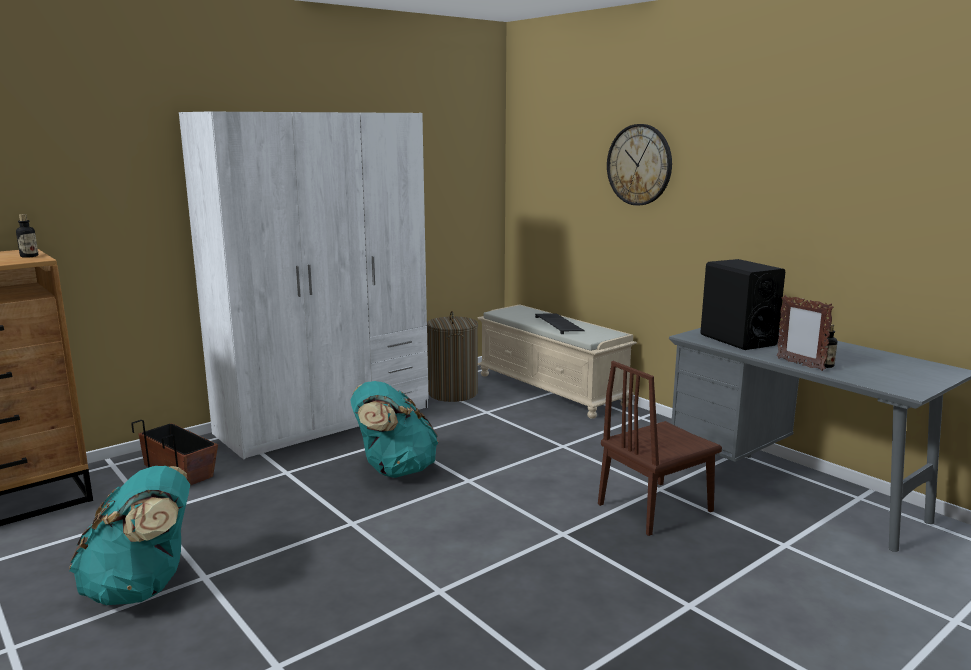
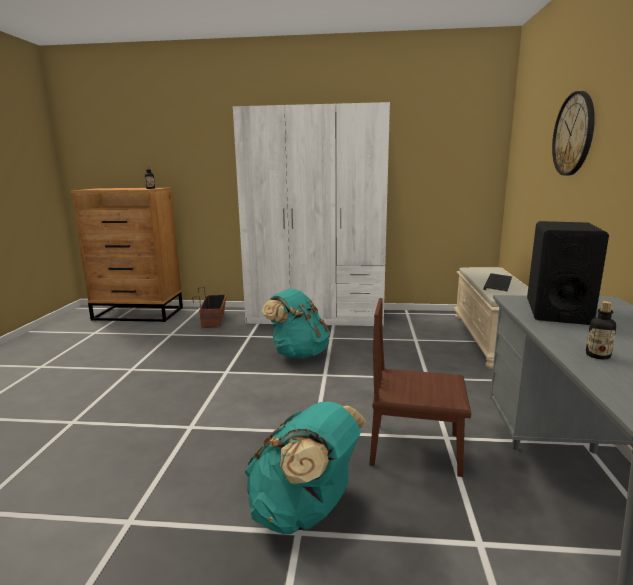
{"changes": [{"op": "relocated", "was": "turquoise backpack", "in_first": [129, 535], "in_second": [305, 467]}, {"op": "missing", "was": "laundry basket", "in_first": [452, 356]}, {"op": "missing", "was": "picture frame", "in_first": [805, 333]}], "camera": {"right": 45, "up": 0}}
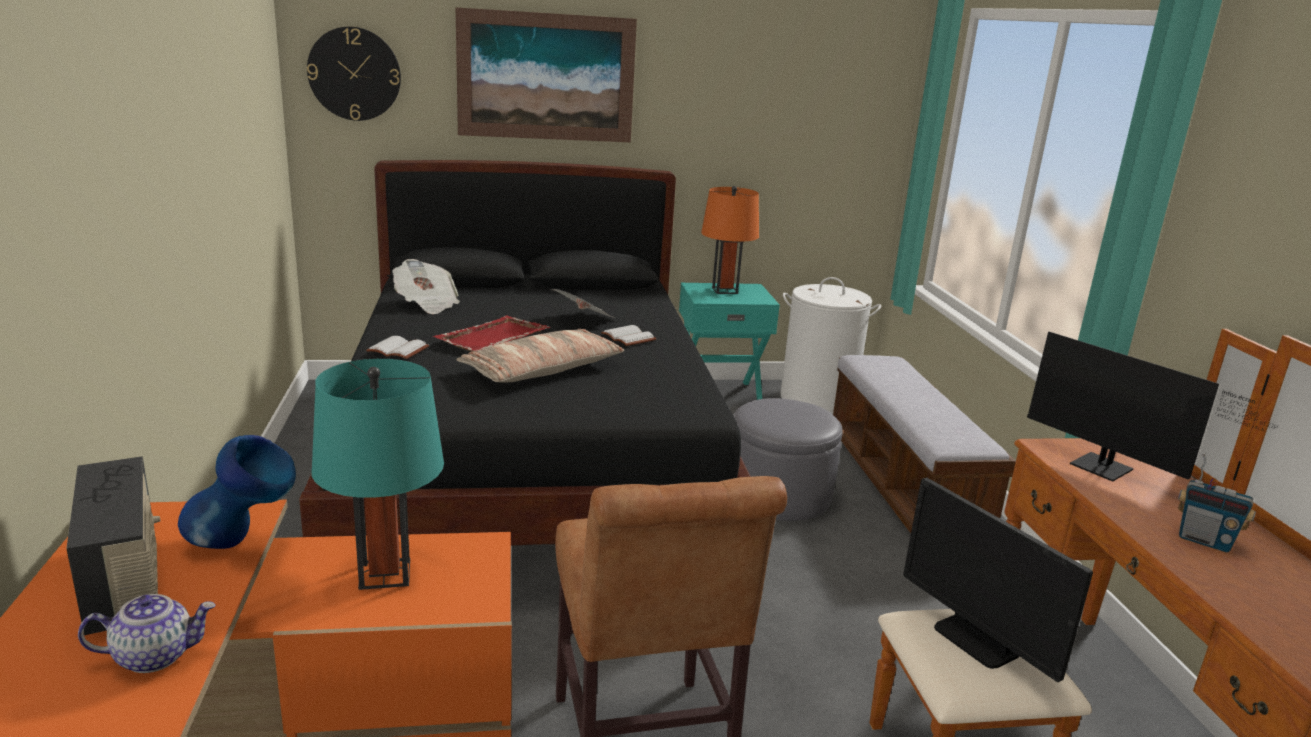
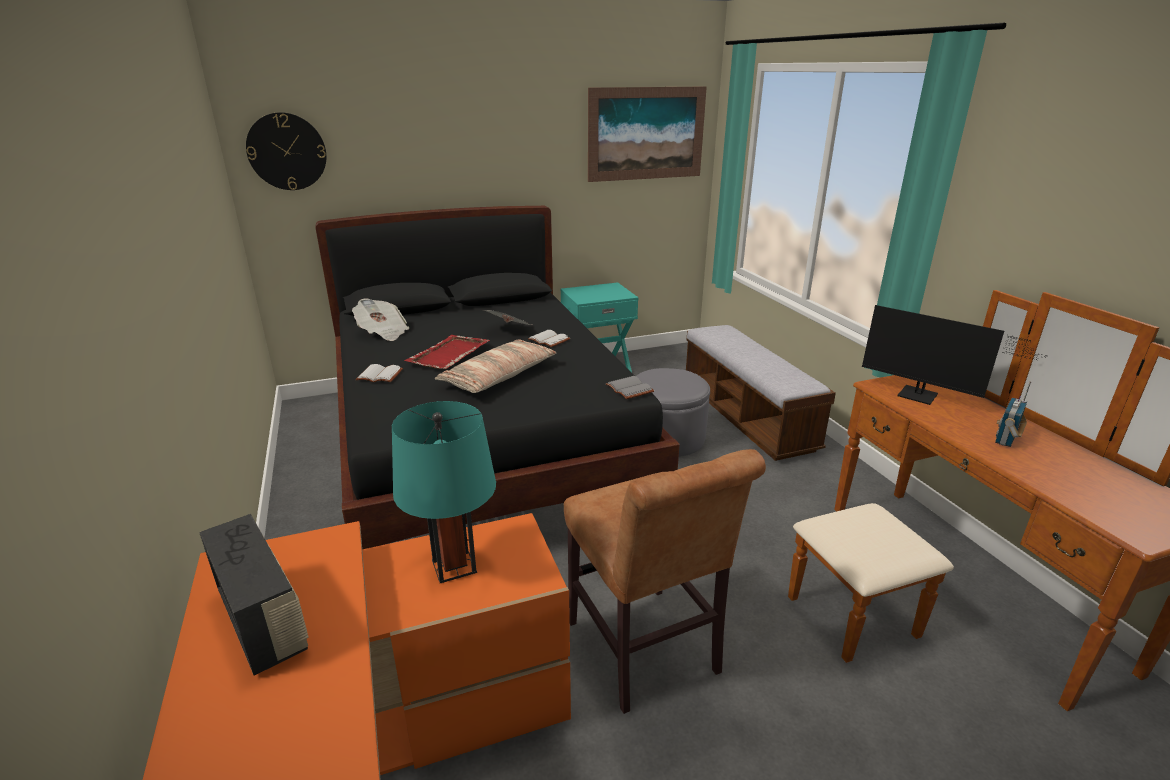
{"changes": [{"op": "missing", "was": "teapot", "in_first": [147, 633]}, {"op": "missing", "was": "blue vase", "in_first": [237, 492]}, {"op": "relocated", "was": "picture", "in_first": [546, 74], "in_second": [647, 134]}, {"op": "missing", "was": "orange table lamp", "in_first": [730, 240]}, {"op": "missing", "was": "white laundry basket", "in_first": [831, 345]}, {"op": "missing", "was": "monitor", "in_first": [998, 580]}, {"op": "spun", "was": "radio", "in_first": [1217, 503], "in_second": [1013, 414], "clockwise": 105}, {"op": "appeared", "now": "grey book", "in_second": [630, 387]}], "camera": {"right": -10, "up": 5}}
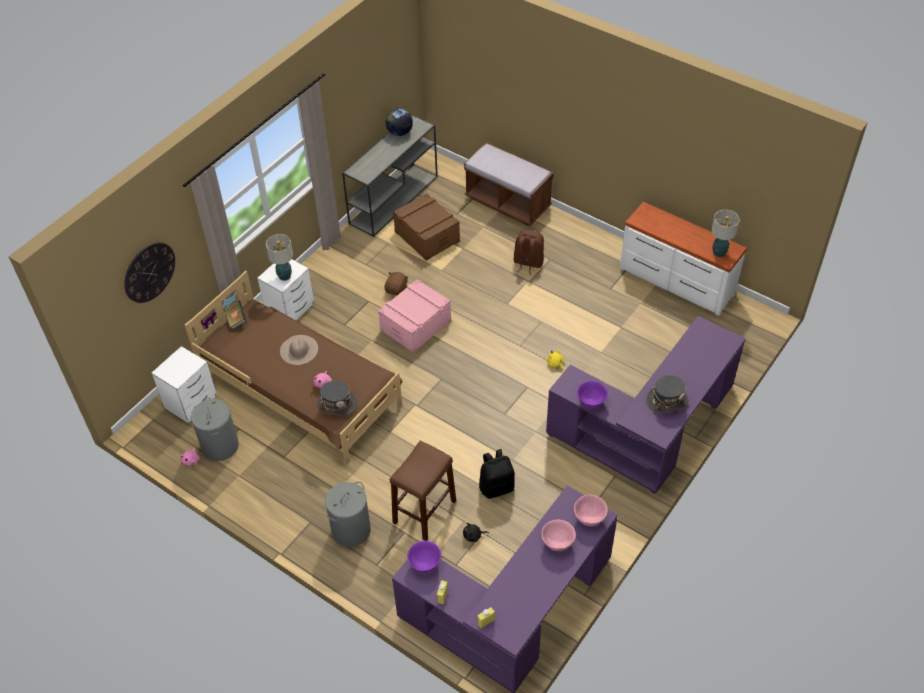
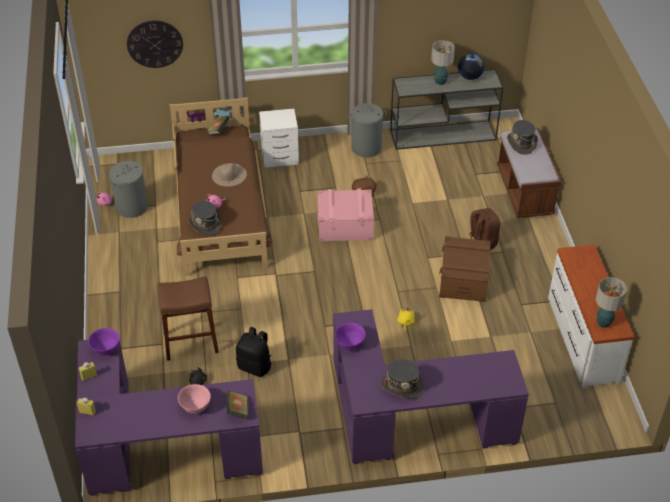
{"changes": [{"op": "missing", "was": "white nightstand", "in_first": [184, 384]}, {"op": "relocated", "was": "table lamp", "in_first": [279, 257], "in_second": [443, 62]}, {"op": "relocated", "was": "grey laundry basket", "in_first": [348, 514], "in_second": [367, 130]}, {"op": "relocated", "was": "brown storage box", "in_first": [426, 227], "in_second": [464, 269]}, {"op": "exchanged", "was": "pink bowl", "now": "book", "in_first": [590, 510], "in_second": [237, 405]}, {"op": "appeared", "now": "grey hat", "in_second": [522, 137]}], "camera": {"right": 45, "up": -5}}
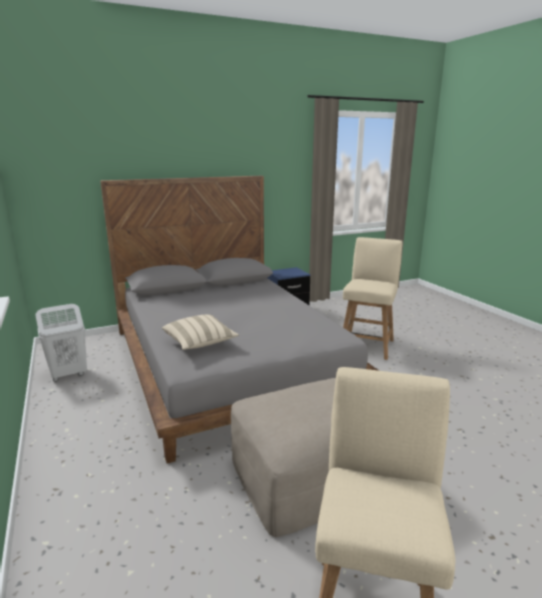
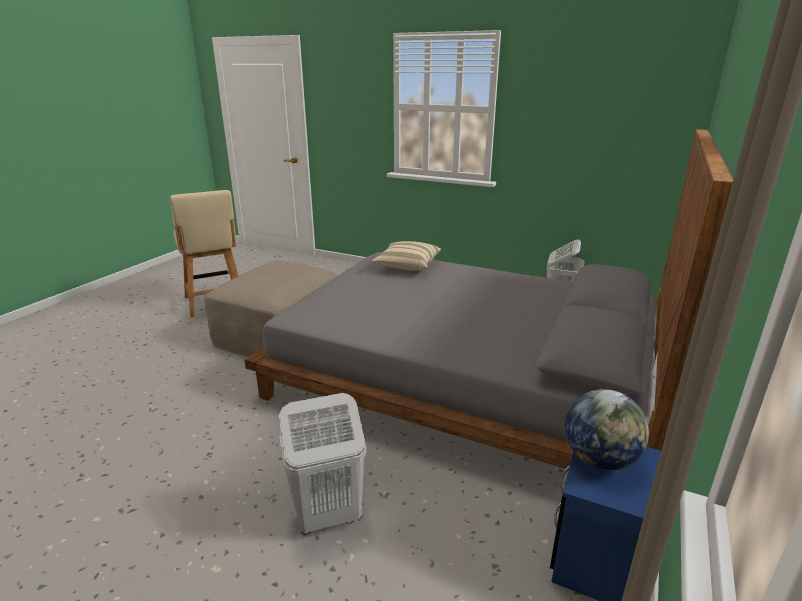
{"changes": [{"op": "exchanged", "was": "beige chair", "now": "white laundry basket", "in_first": [373, 298], "in_second": [322, 464]}, {"op": "appeared", "now": "globe", "in_second": [607, 429]}], "camera": {"right": 140, "up": 5}}
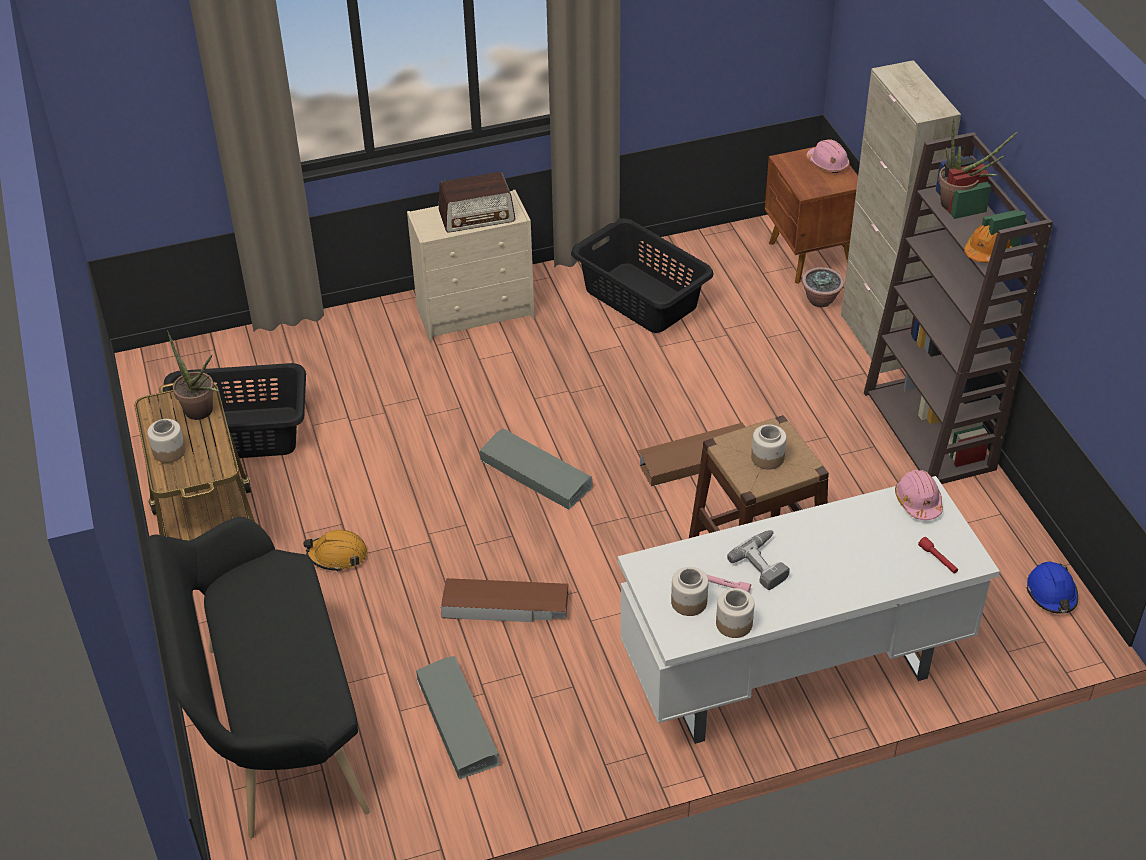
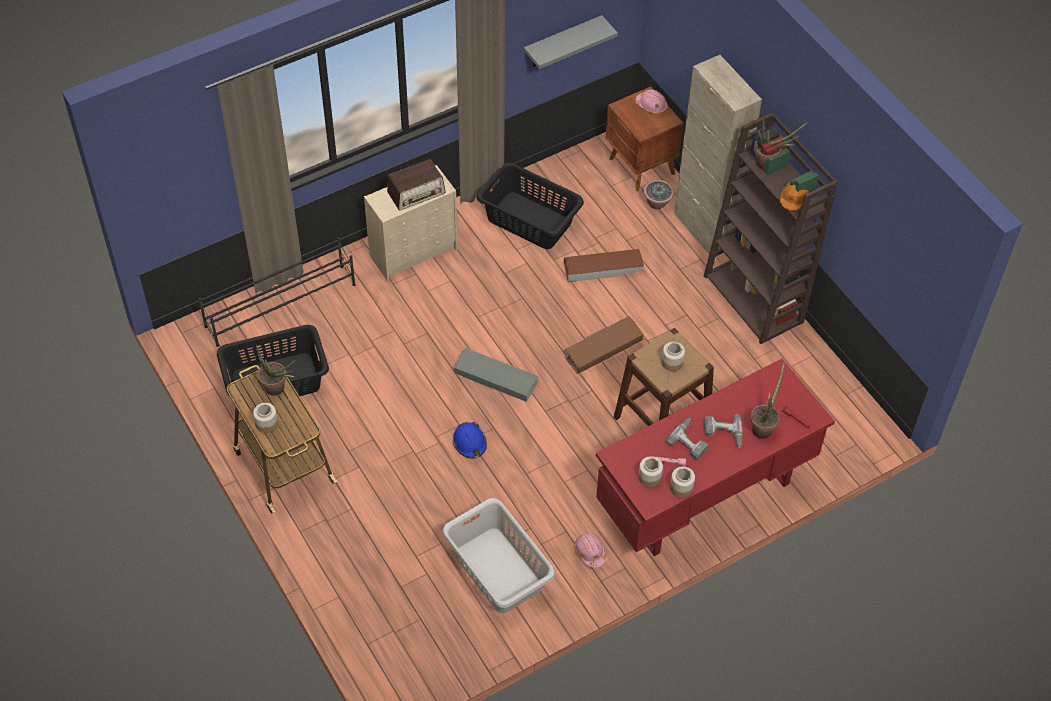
{"changes": [{"op": "missing", "was": "black bench", "in_first": [258, 677]}, {"op": "missing", "was": "orange hard hat", "in_first": [335, 551]}, {"op": "exchanged", "was": "grey storage box", "now": "grey laundry basket", "in_first": [458, 717], "in_second": [498, 555]}, {"op": "relocated", "was": "brown storage box", "in_first": [504, 600], "in_second": [604, 265]}, {"op": "colour", "was": "white desk", "now": "red desk", "in_first": [809, 610], "in_second": [715, 457]}, {"op": "relocated", "was": "pink hard hat", "in_first": [919, 495], "in_second": [590, 550]}, {"op": "relocated", "was": "blue hard hat", "in_first": [1052, 588], "in_second": [470, 440]}, {"op": "appeared", "now": "black shoe rack", "in_second": [277, 292]}, {"op": "appeared", "now": "grey shelf", "in_second": [571, 42]}, {"op": "appeared", "now": "power drill", "in_second": [723, 431]}, {"op": "appeared", "now": "potted plant", "in_second": [767, 400]}], "camera": {"right": -15, "up": 10}}
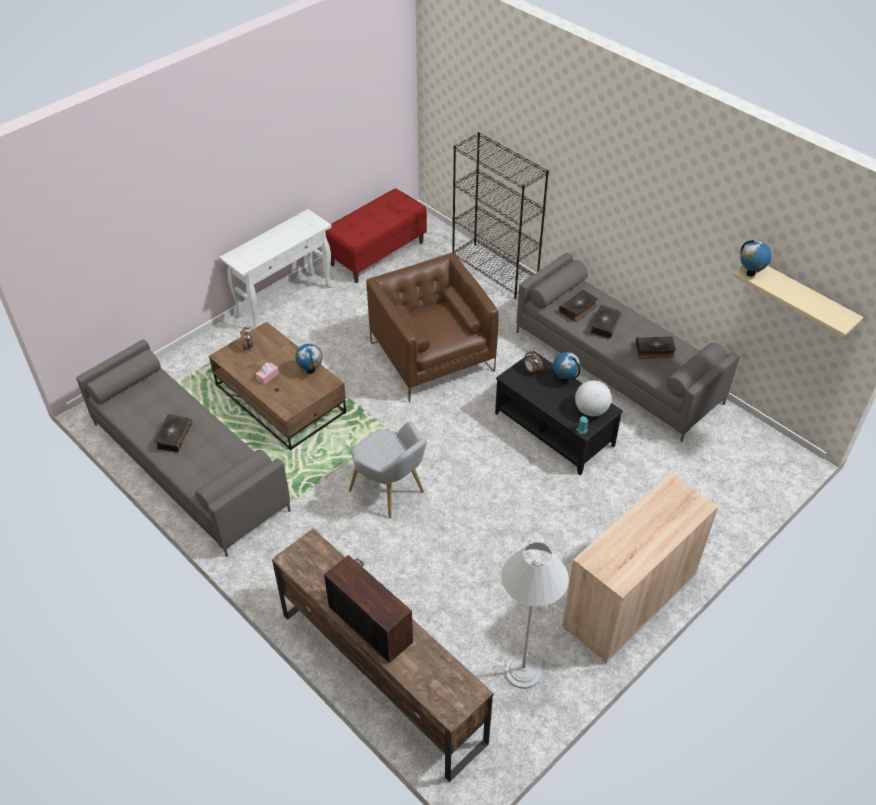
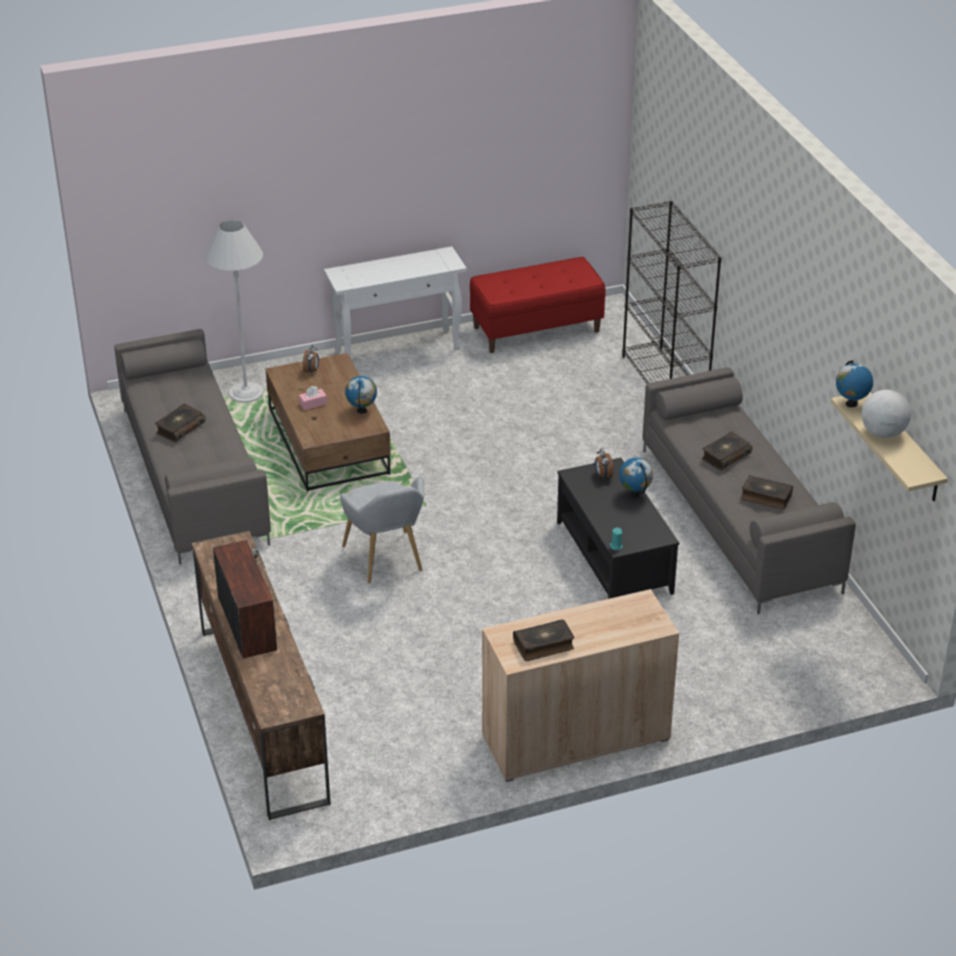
{"changes": [{"op": "missing", "was": "brown armchair", "in_first": [432, 327]}, {"op": "relocated", "was": "white floor lamp", "in_first": [535, 615], "in_second": [234, 311]}, {"op": "relocated", "was": "book", "in_first": [578, 306], "in_second": [544, 640]}, {"op": "relocated", "was": "globe", "in_first": [593, 398], "in_second": [886, 414]}], "camera": {"right": 25, "up": -10}}
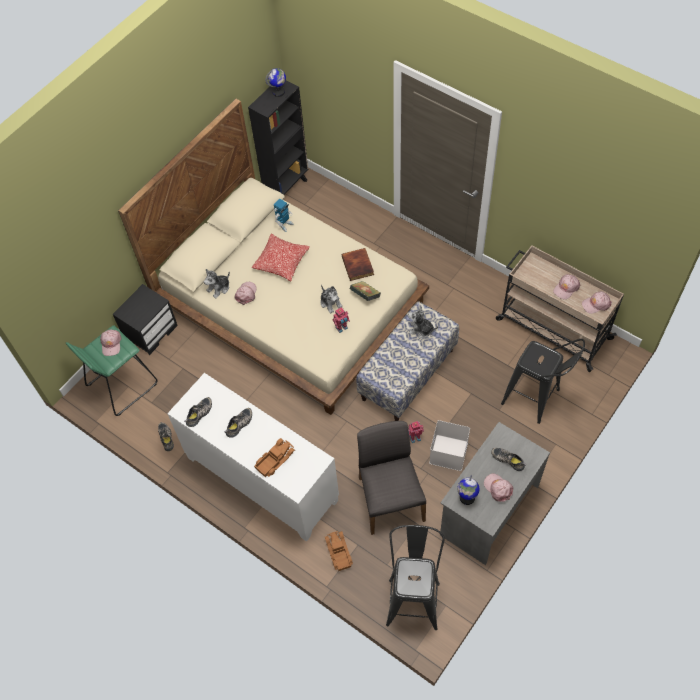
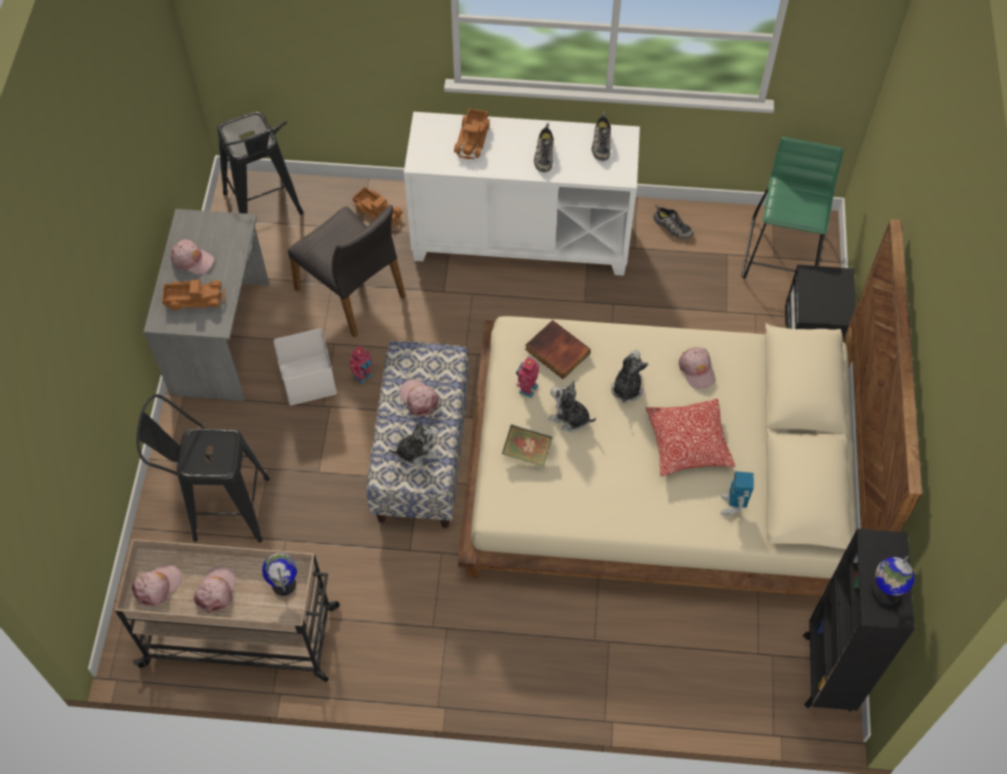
{"changes": [{"op": "relocated", "was": "pink cap", "in_first": [111, 343], "in_second": [419, 397]}, {"op": "relocated", "was": "plush toy", "in_first": [217, 283], "in_second": [630, 376]}, {"op": "relocated", "was": "book", "in_first": [358, 264], "in_second": [558, 349]}, {"op": "relocated", "was": "globe", "in_first": [468, 490], "in_second": [279, 574]}, {"op": "exchanged", "was": "shoe", "now": "toy truck", "in_first": [508, 459], "in_second": [193, 295]}], "camera": {"right": 145, "up": 0}}
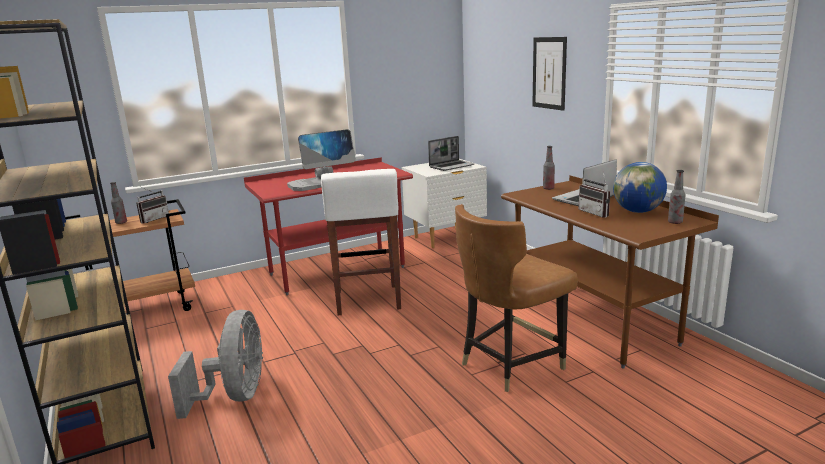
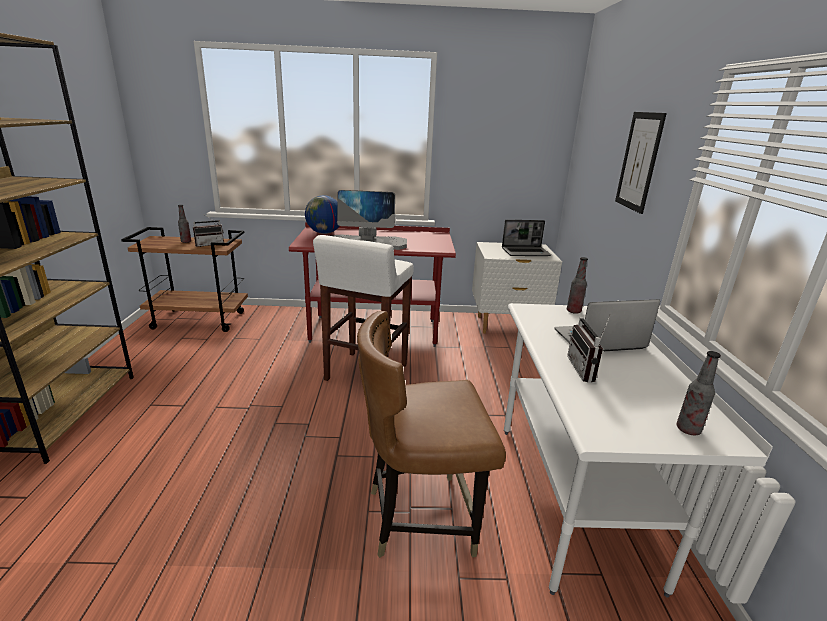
{"changes": [{"op": "missing", "was": "grey fan", "in_first": [215, 364]}, {"op": "colour", "was": "brown desk", "now": "white desk", "in_first": [610, 271], "in_second": [638, 450]}, {"op": "relocated", "was": "globe", "in_first": [640, 187], "in_second": [322, 214]}], "camera": {"right": 25, "up": 5}}
